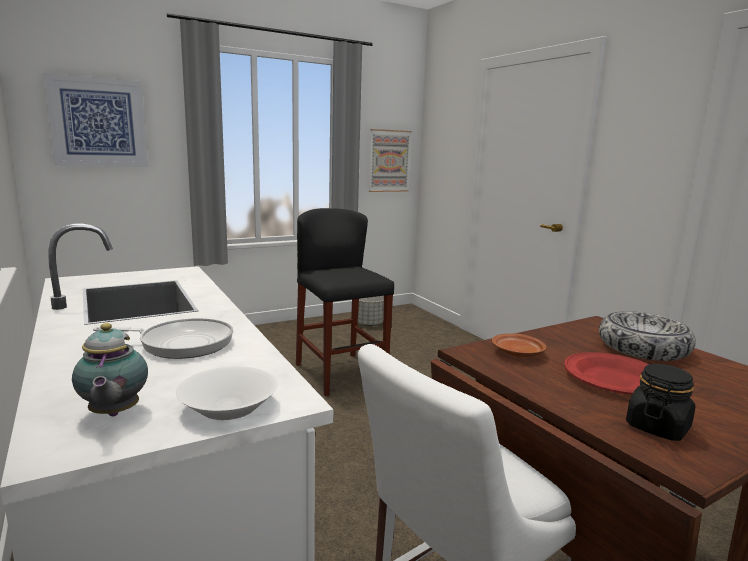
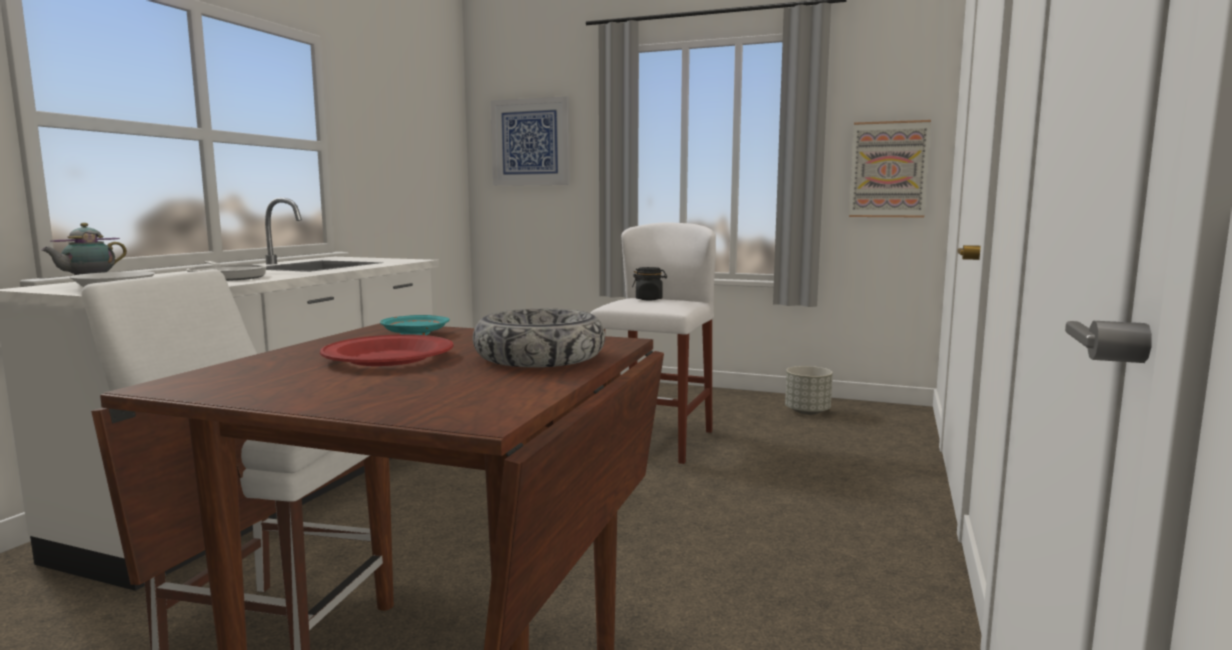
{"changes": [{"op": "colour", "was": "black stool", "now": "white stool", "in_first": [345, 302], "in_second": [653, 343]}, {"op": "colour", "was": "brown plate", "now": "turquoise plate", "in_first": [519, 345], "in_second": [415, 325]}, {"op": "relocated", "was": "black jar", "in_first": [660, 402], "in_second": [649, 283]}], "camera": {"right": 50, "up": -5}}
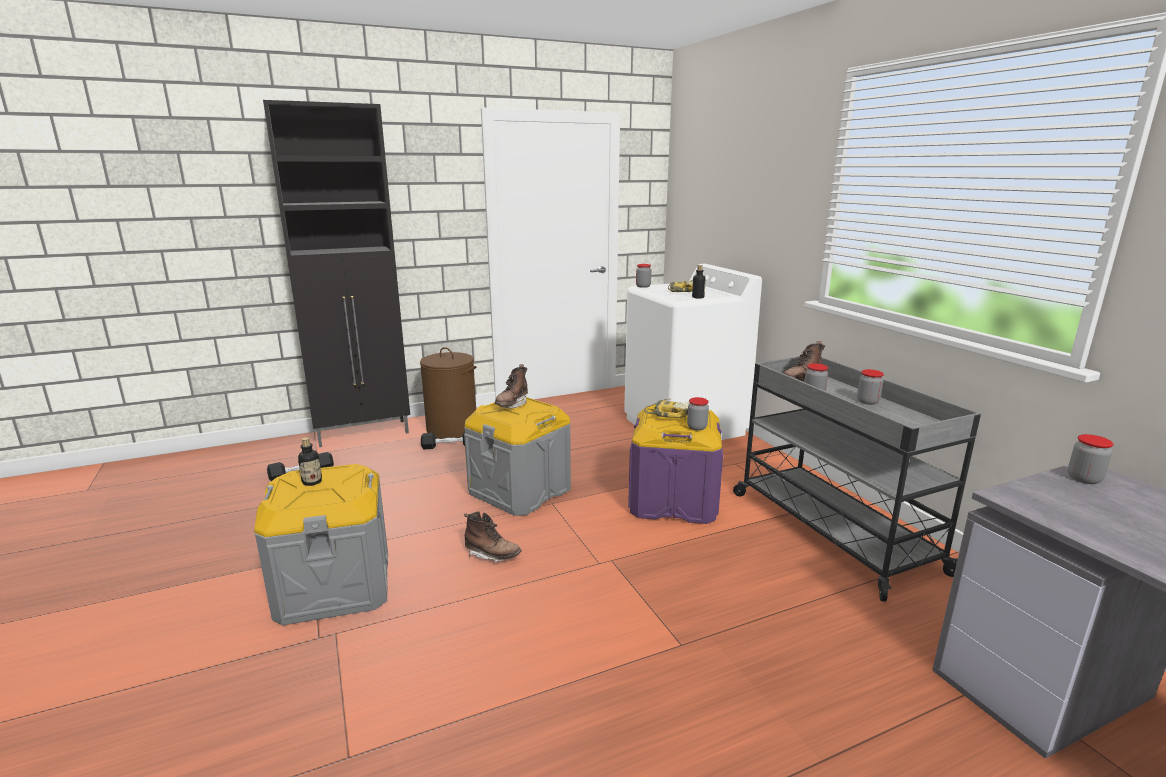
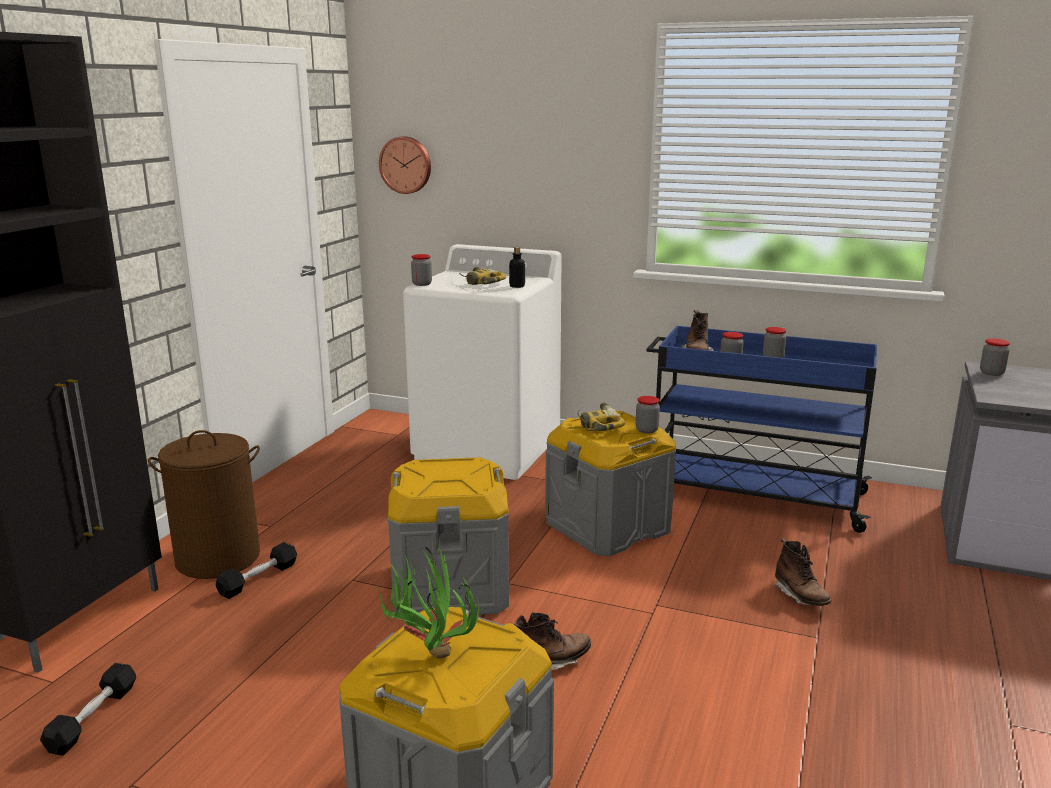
{"changes": [{"op": "exchanged", "was": "bottle", "now": "potted plant", "in_first": [310, 461], "in_second": [428, 601]}, {"op": "relocated", "was": "brown boot", "in_first": [511, 386], "in_second": [803, 572]}, {"op": "colour", "was": "purple storage box", "now": "grey storage box", "in_first": [675, 464], "in_second": [610, 483]}, {"op": "colour", "was": "grey cart", "now": "blue cart", "in_first": [857, 479], "in_second": [761, 429]}, {"op": "appeared", "now": "wall clock", "in_second": [405, 165]}], "camera": {"right": -45, "up": 0}}
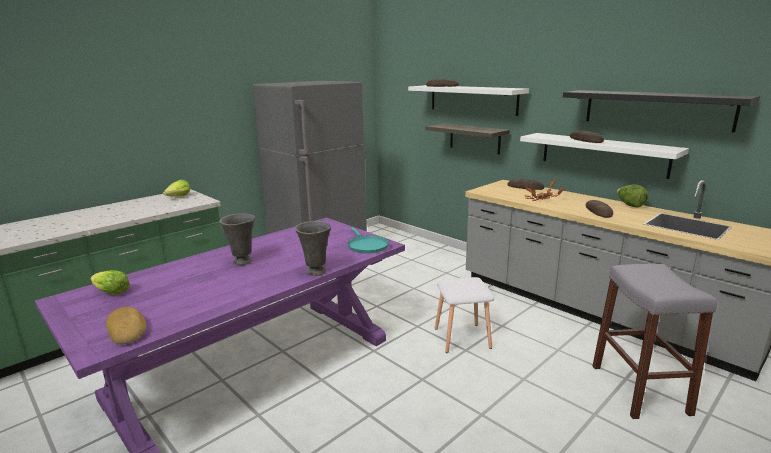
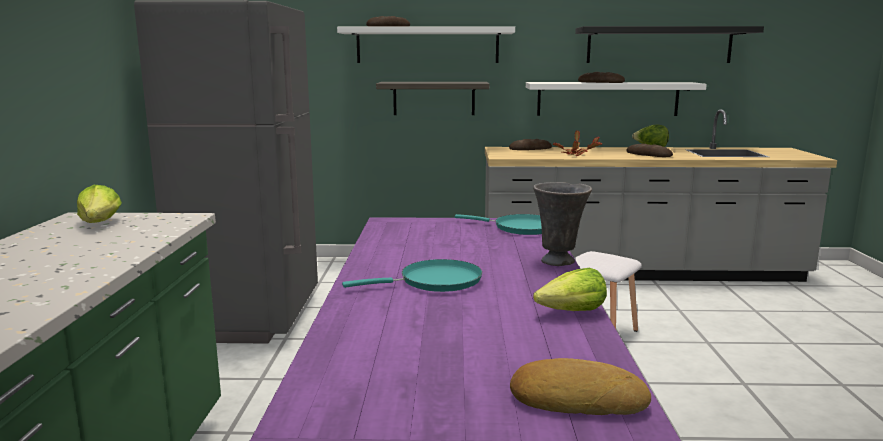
{"changes": [{"op": "relocated", "was": "lettuce", "in_first": [110, 282], "in_second": [570, 289]}, {"op": "exchanged", "was": "grey vase", "now": "turquoise frying pan", "in_first": [237, 239], "in_second": [412, 275]}, {"op": "missing", "was": "grey stool", "in_first": [654, 341]}], "camera": {"right": -45, "up": -5}}
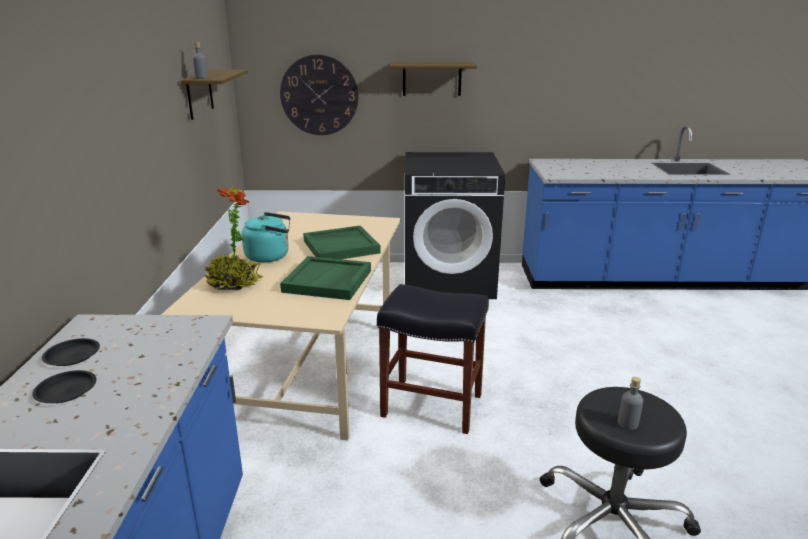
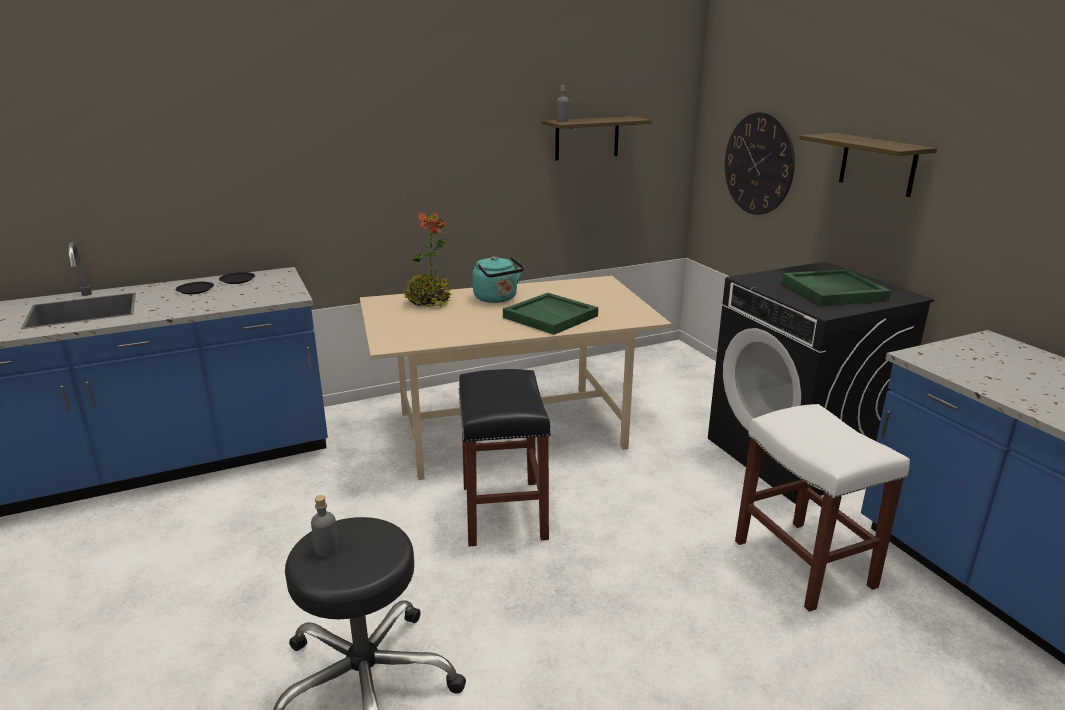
{"changes": [{"op": "relocated", "was": "green tray", "in_first": [325, 278], "in_second": [836, 287]}, {"op": "appeared", "now": "white stool", "in_second": [822, 508]}], "camera": {"right": 65, "up": 0}}
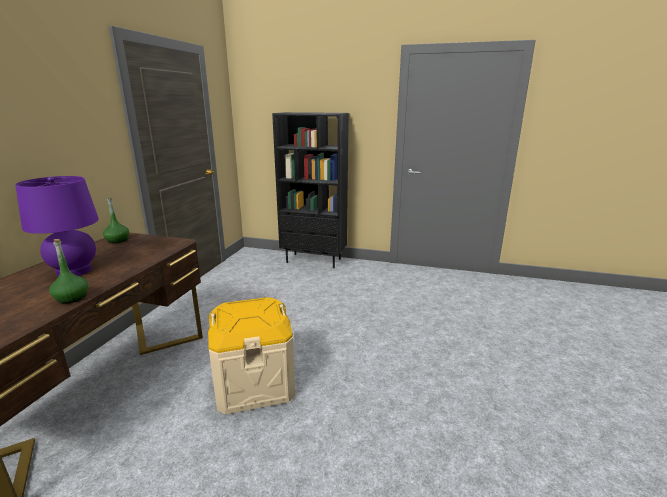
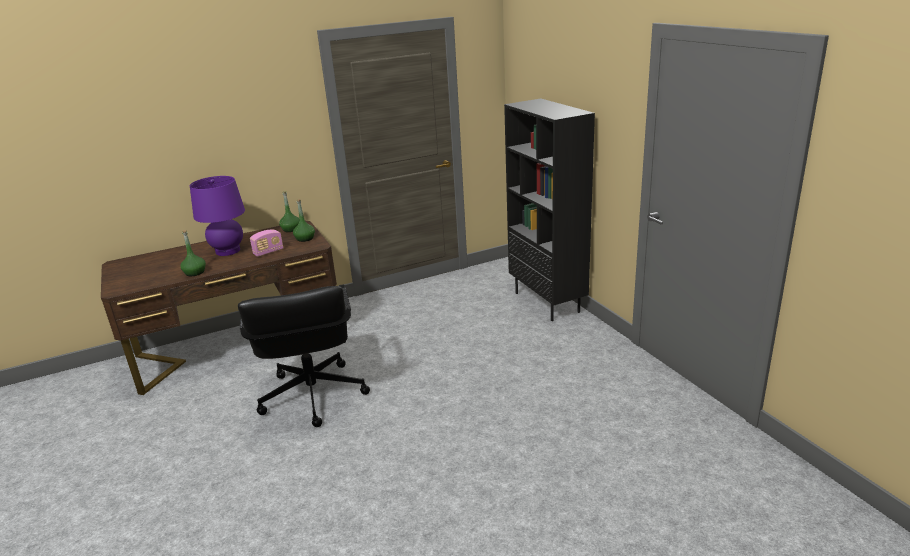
{"changes": [{"op": "exchanged", "was": "beige storage box", "now": "black office chair", "in_first": [251, 355], "in_second": [304, 355]}, {"op": "appeared", "now": "radio", "in_second": [266, 243]}, {"op": "appeared", "now": "green bottle", "in_second": [304, 220]}], "camera": {"right": 50, "up": 5}}
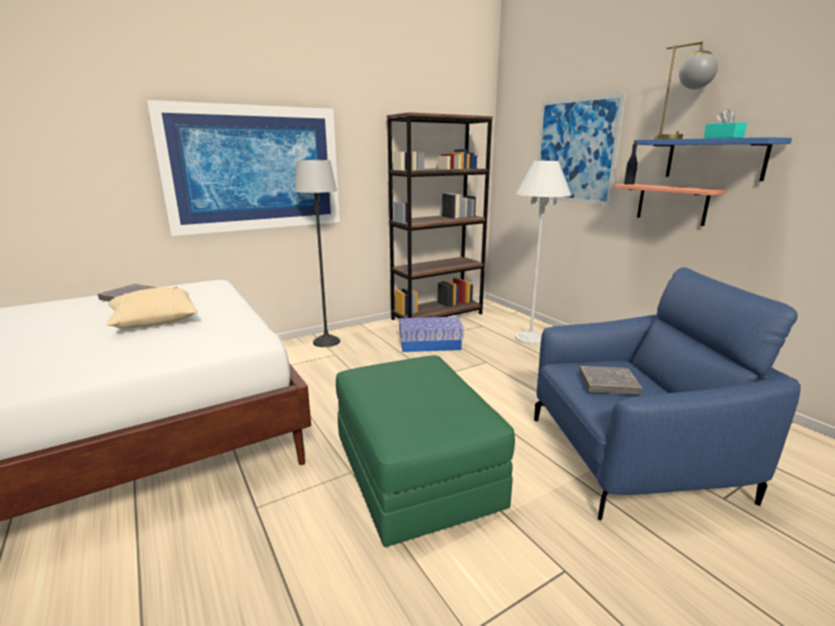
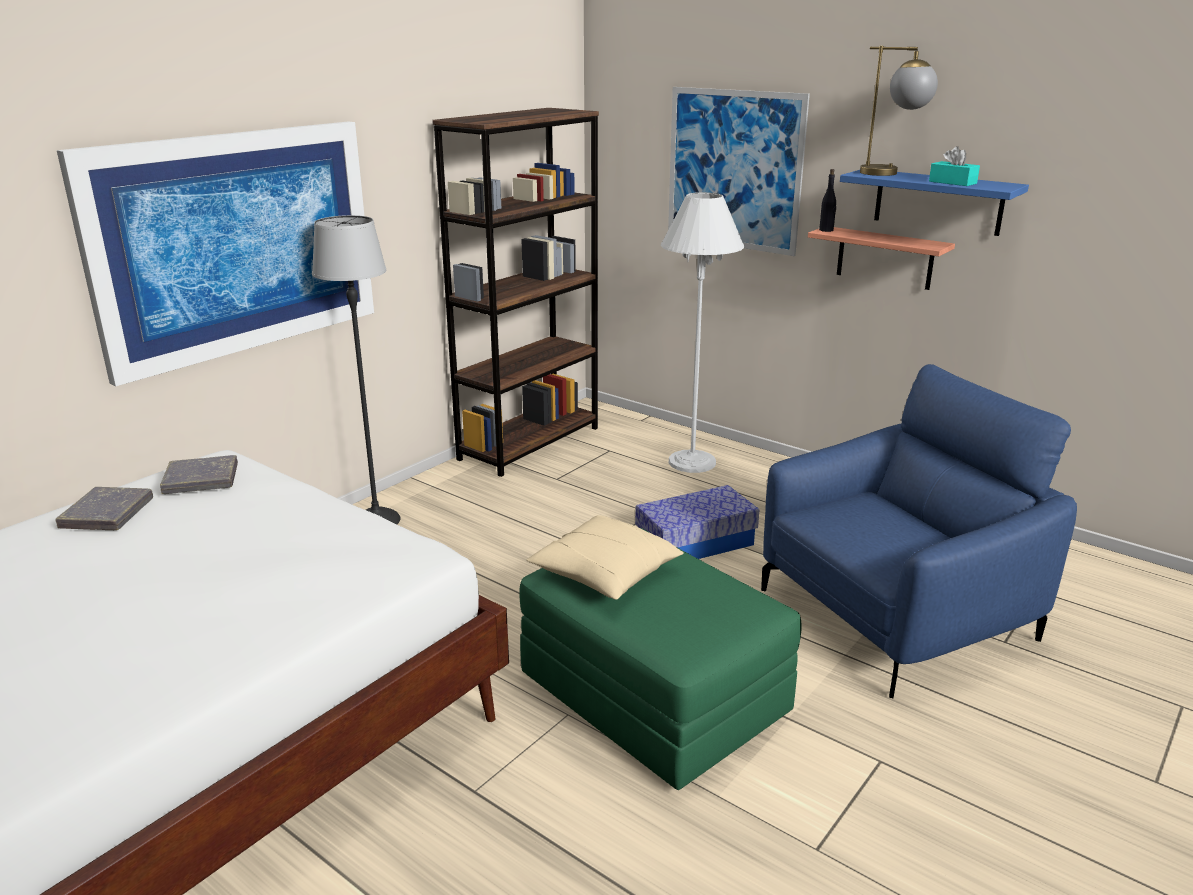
{"changes": [{"op": "relocated", "was": "beige pillow", "in_first": [152, 308], "in_second": [605, 557]}, {"op": "relocated", "was": "storage box", "in_first": [431, 334], "in_second": [697, 522]}, {"op": "relocated", "was": "grey book", "in_first": [610, 380], "in_second": [199, 474]}], "camera": {"right": -20, "up": 5}}
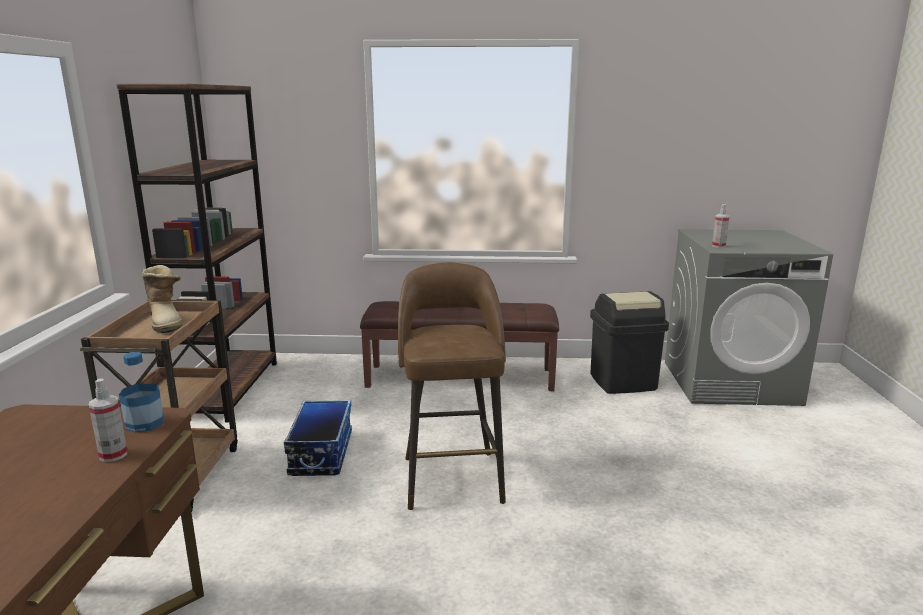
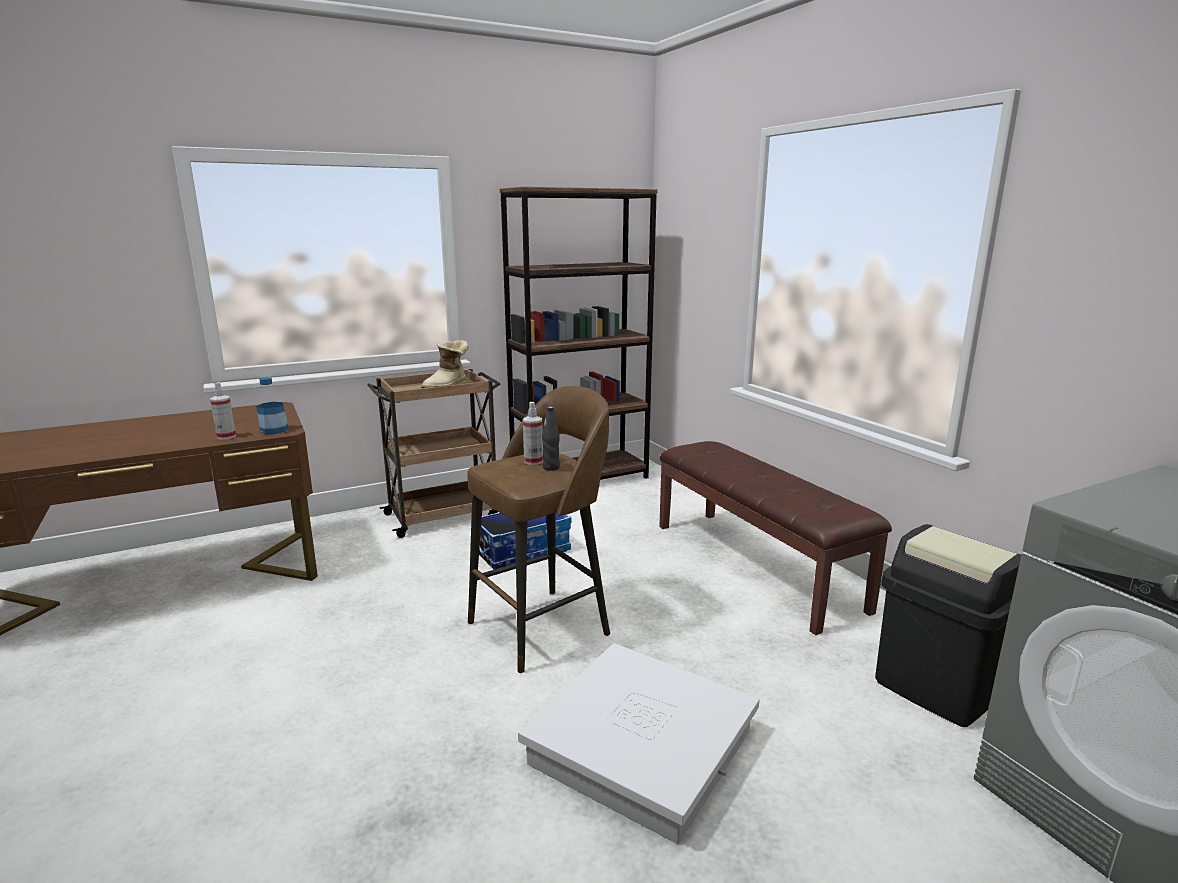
{"changes": [{"op": "relocated", "was": "spray bottle", "in_first": [720, 226], "in_second": [533, 433]}, {"op": "appeared", "now": "white storage box", "in_second": [639, 743]}, {"op": "appeared", "now": "black bottle", "in_second": [551, 438]}], "camera": {"right": 60, "up": 0}}
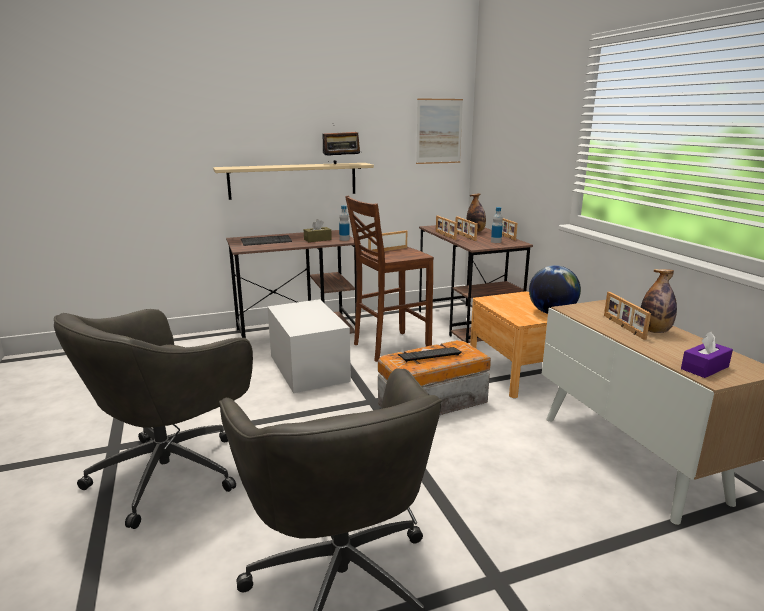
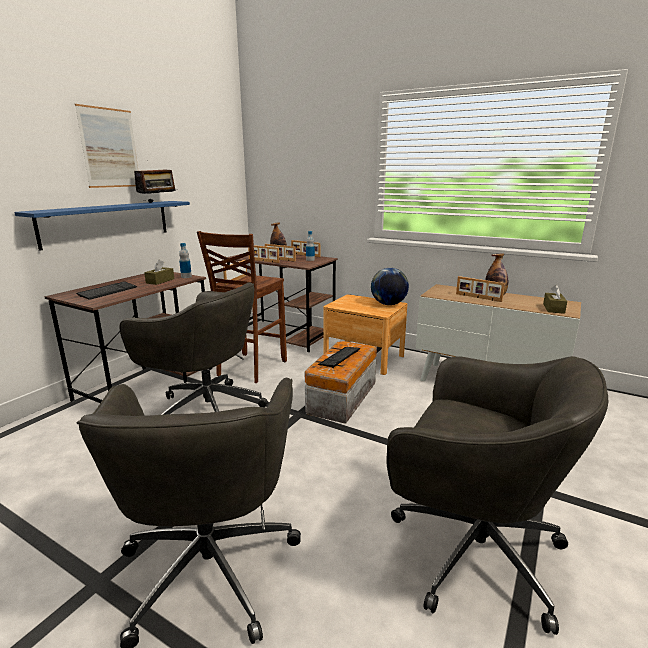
{"changes": [{"op": "colour", "was": "beige shelf", "now": "blue shelf", "in_first": [293, 181], "in_second": [102, 226]}, {"op": "exchanged", "was": "white storage box", "now": "grey office chair", "in_first": [309, 346], "in_second": [193, 348]}, {"op": "relocated", "was": "picture", "in_first": [439, 131], "in_second": [106, 146]}, {"op": "colour", "was": "purple tissue box", "now": "brown tissue box", "in_first": [707, 355], "in_second": [555, 299]}], "camera": {"right": -40, "up": 0}}
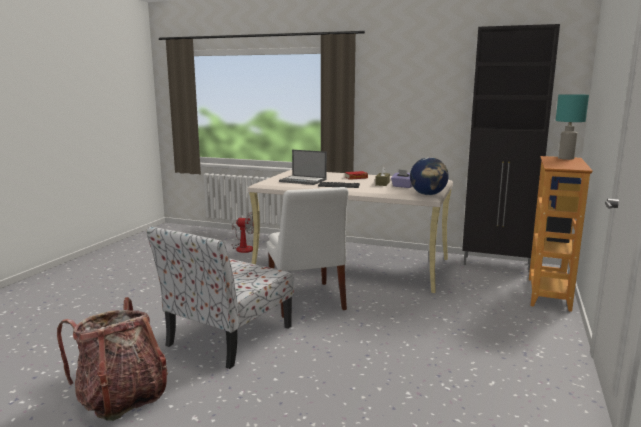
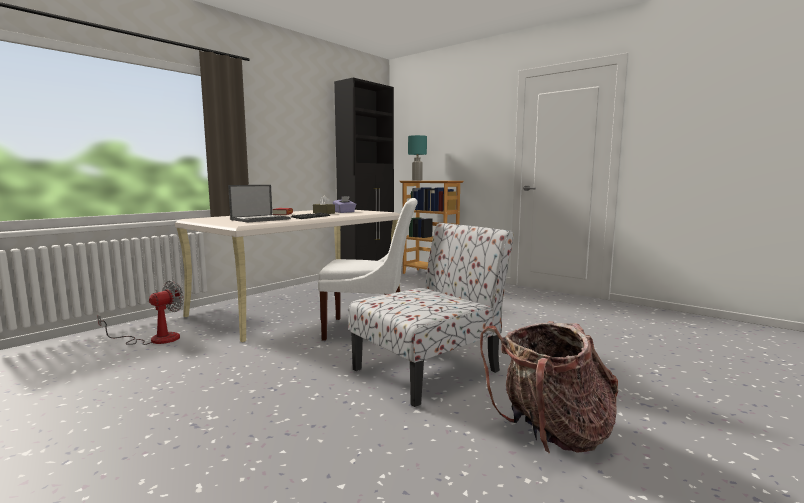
{"changes": [{"op": "spun", "was": "chair", "in_first": [220, 297], "in_second": [431, 315], "clockwise": -90}, {"op": "missing", "was": "globe", "in_first": [429, 176]}], "camera": {"right": -70, "up": -5}}
